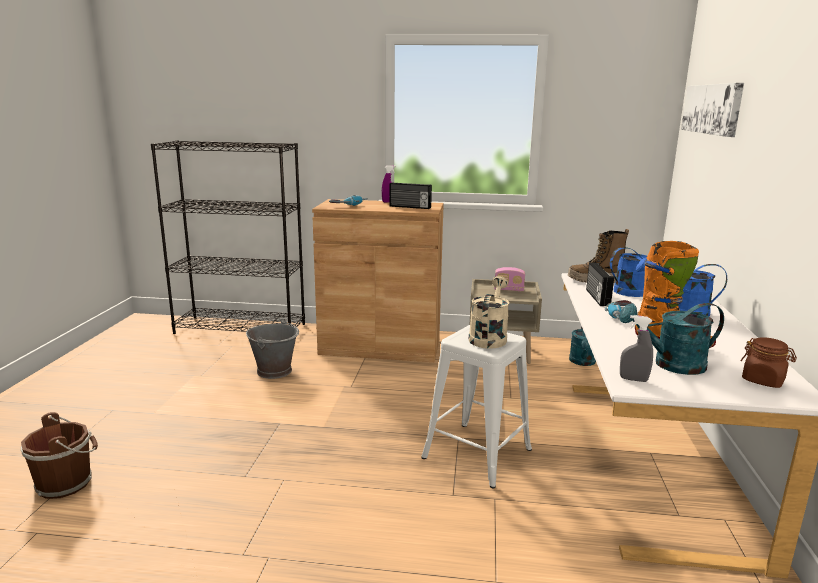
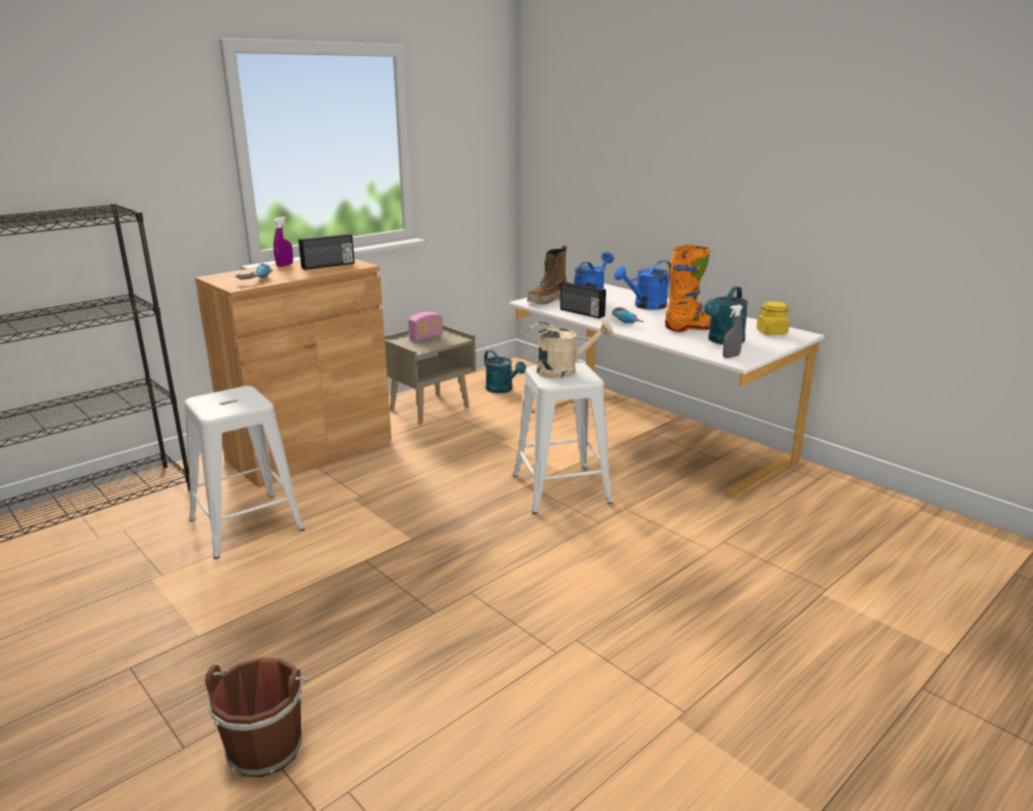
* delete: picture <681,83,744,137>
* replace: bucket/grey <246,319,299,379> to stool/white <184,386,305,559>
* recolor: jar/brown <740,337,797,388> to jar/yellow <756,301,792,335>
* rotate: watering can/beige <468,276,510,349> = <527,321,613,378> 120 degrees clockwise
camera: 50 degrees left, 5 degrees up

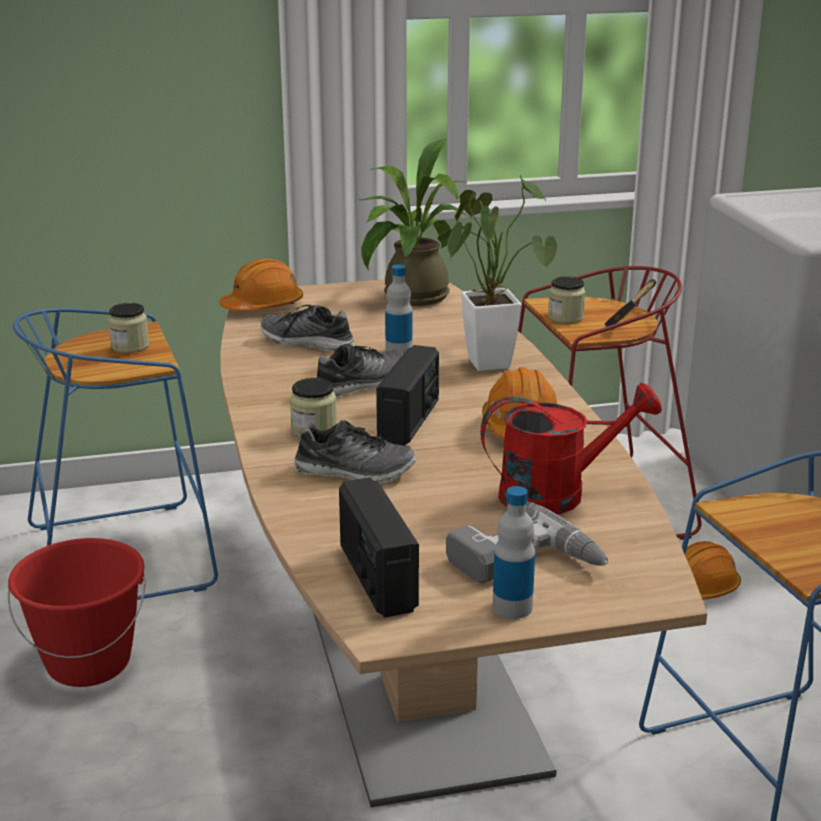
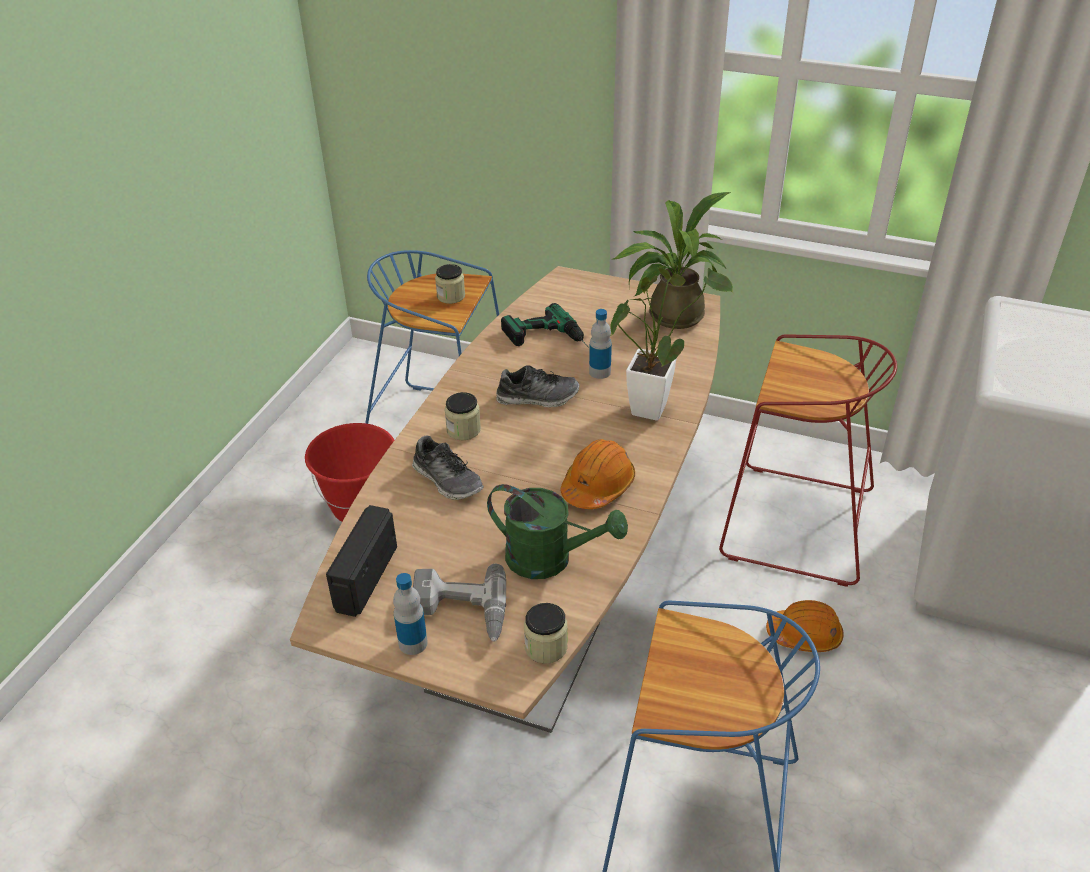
* delete: hard hat/orange <219,259,303,311>
* delete: radio <376,345,439,446>
* delete: hammer <604,279,656,327>
* move: jar <548,276,586,323> to <524,603,568,664>
* replace: shoe <261,305,355,352> to power drill <501,303,589,348>
* recolor: watering can/red <480,383,662,514> to watering can/green <487,484,628,579>
camera: 35 degrees right, 15 degrees up

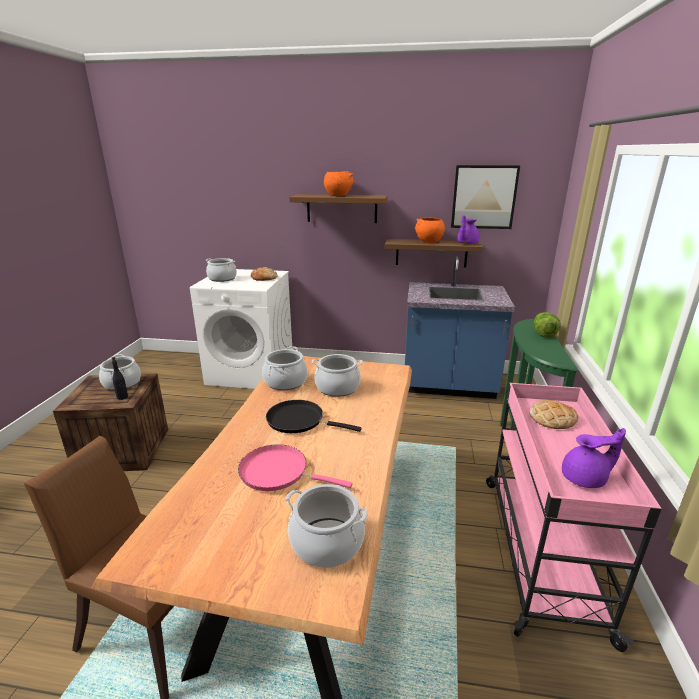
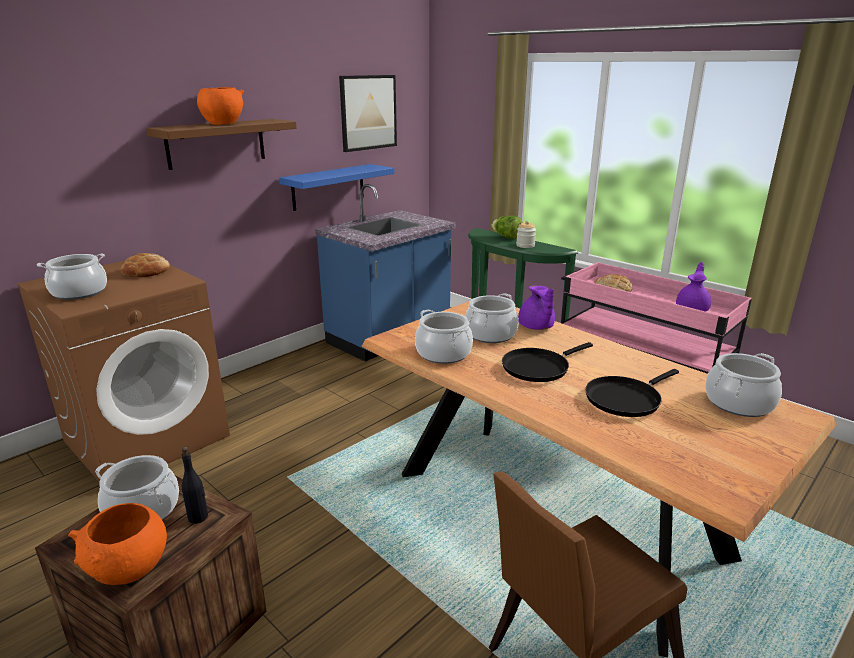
* insert: jar <516,221,536,248>
* move: bowl/orange <414,218,445,243> to <68,503,167,585>
* move: teapot/purple <457,215,479,244> to <518,285,555,330>
* recolor: washing machine/white <190,269,292,389> to washing machine/brown <17,260,230,482>
* recolor: frying pan/pink <238,444,352,491> to frying pan/black <585,369,679,417>
* recolor: shelf/brown <385,239,483,267> to shelf/blue <279,164,394,211>
camera: 55 degrees left, 0 degrees up

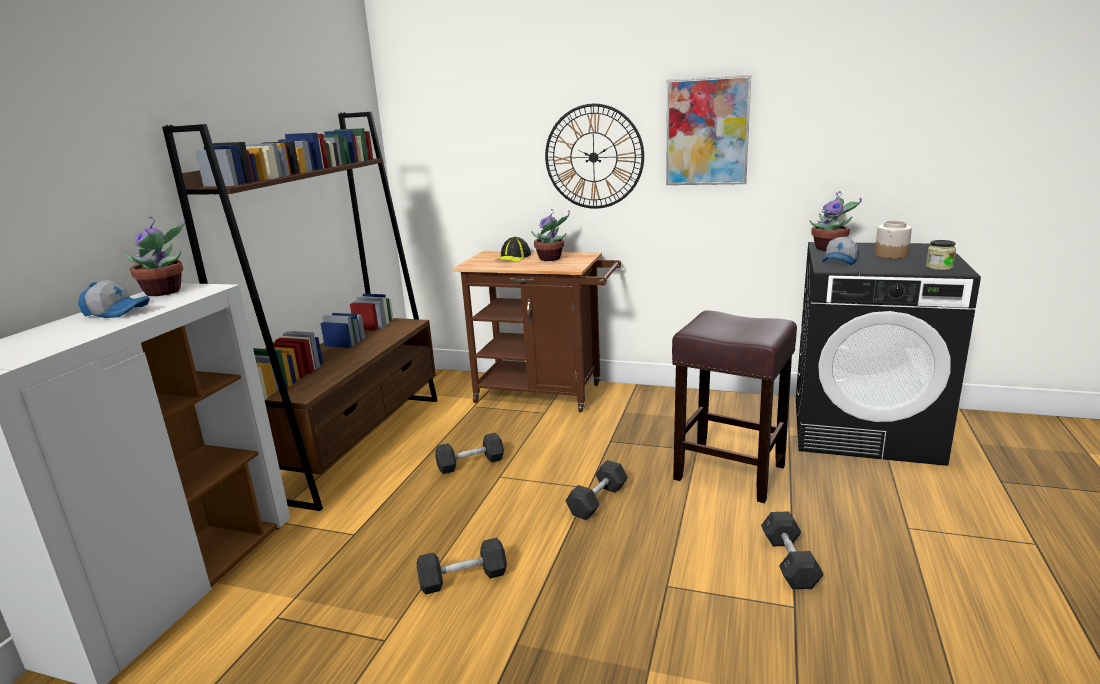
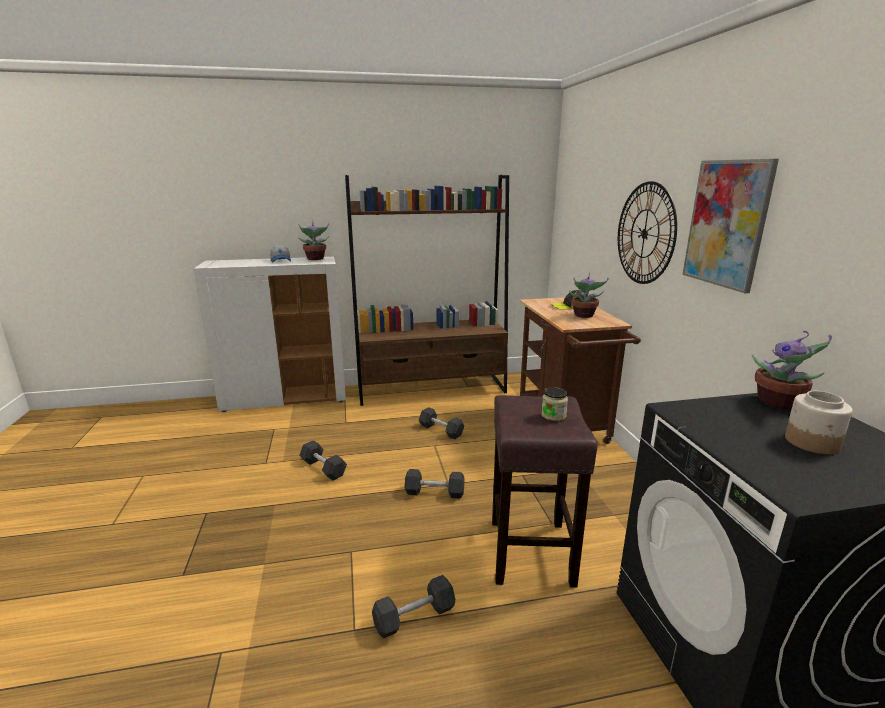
* delete: cap <822,236,859,265>
* move: jar <926,240,956,270> to <541,387,568,421>
camera: 60 degrees right, 0 degrees up

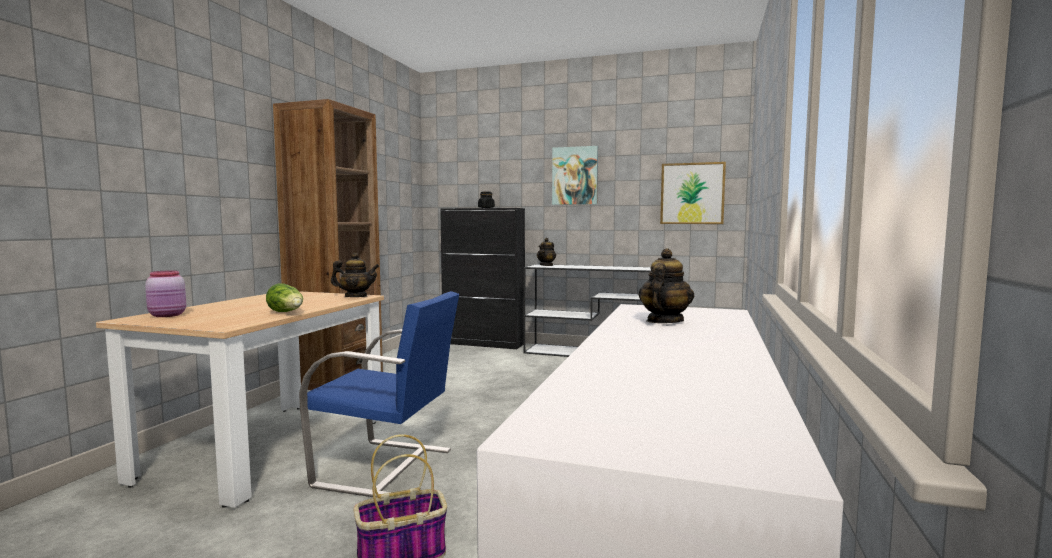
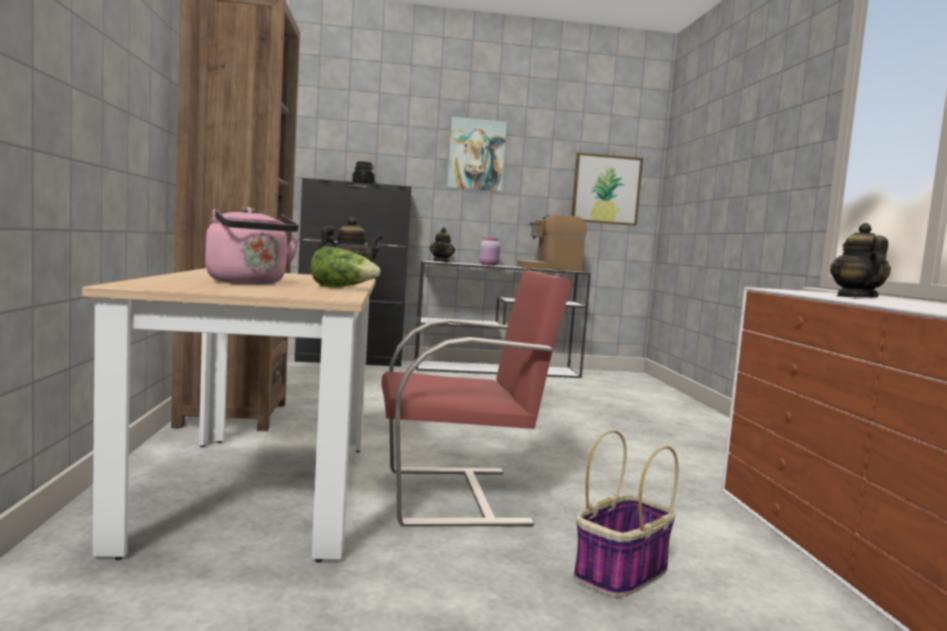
* insert: kettle/pink <205,207,300,284>
* insert: coffee machine <517,214,587,271>
* move: jar/pink <145,270,186,317> to <479,237,501,266>
* recolor: chair/blue <299,291,459,498> to chair/red <381,270,572,526>
camera: 25 degrees left, 0 degrees up

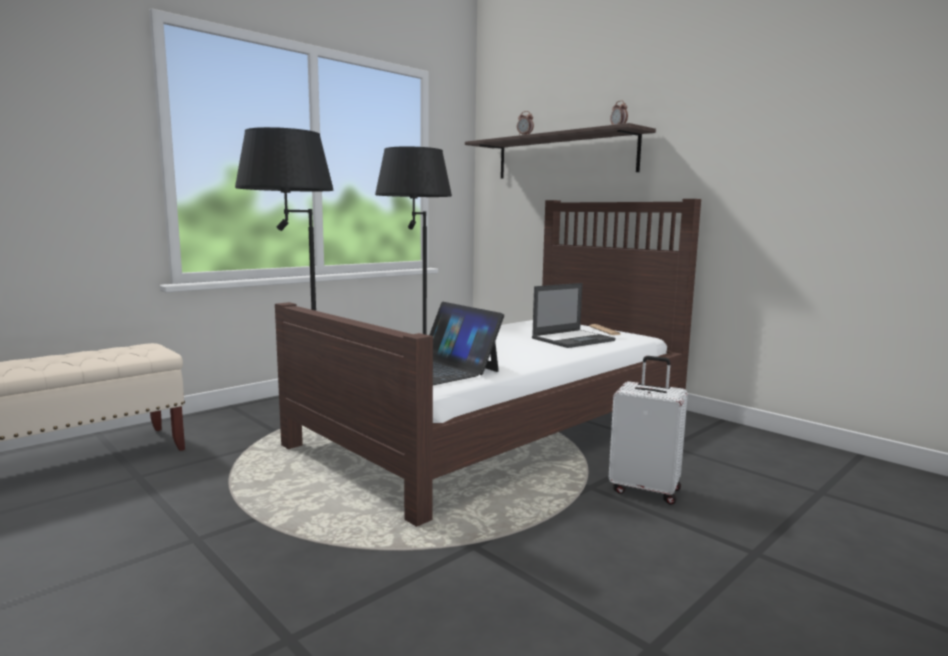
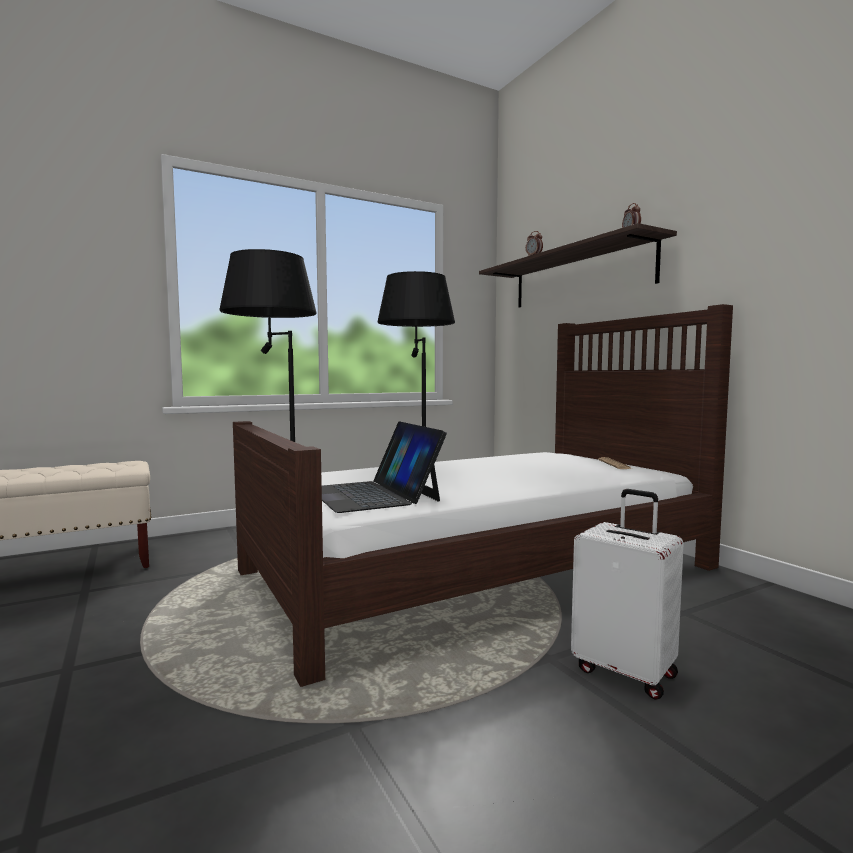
* delete: laptop <532,283,616,348>
camera: 15 degrees right, 5 degrees down

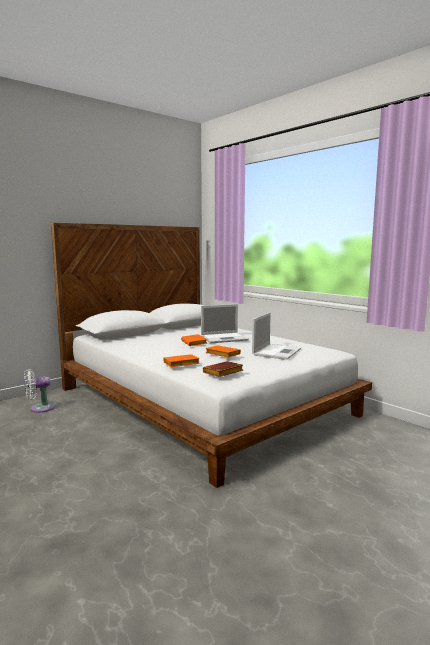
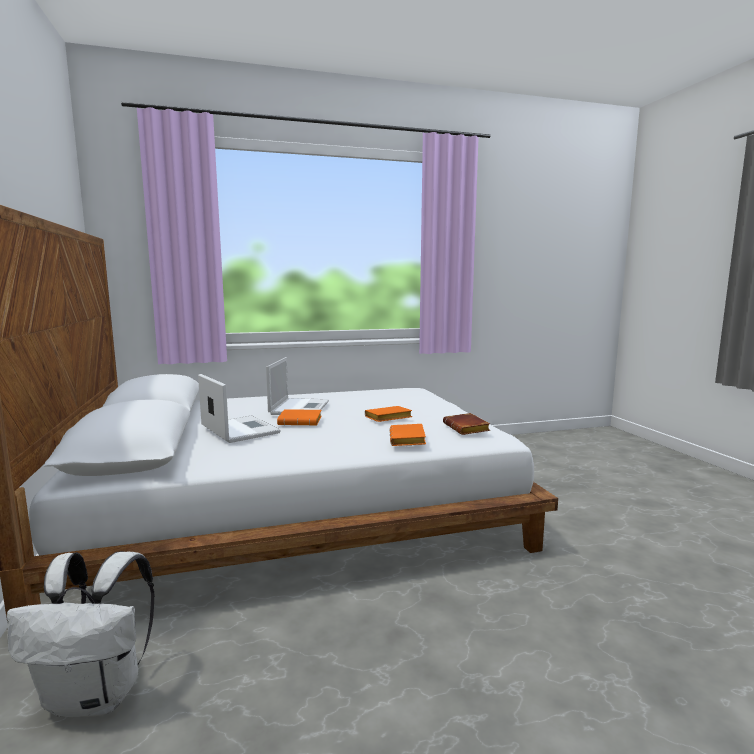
* move: laptop <252,312,301,360> to <198,374,281,443>
* replace: fan/white <24,369,55,413> to backpack/white <7,551,155,717>
camera: 65 degrees left, 0 degrees up

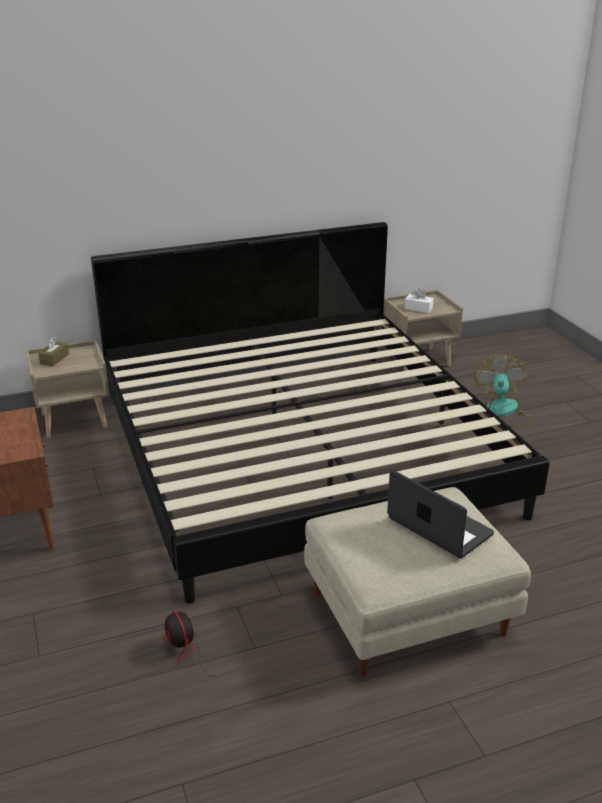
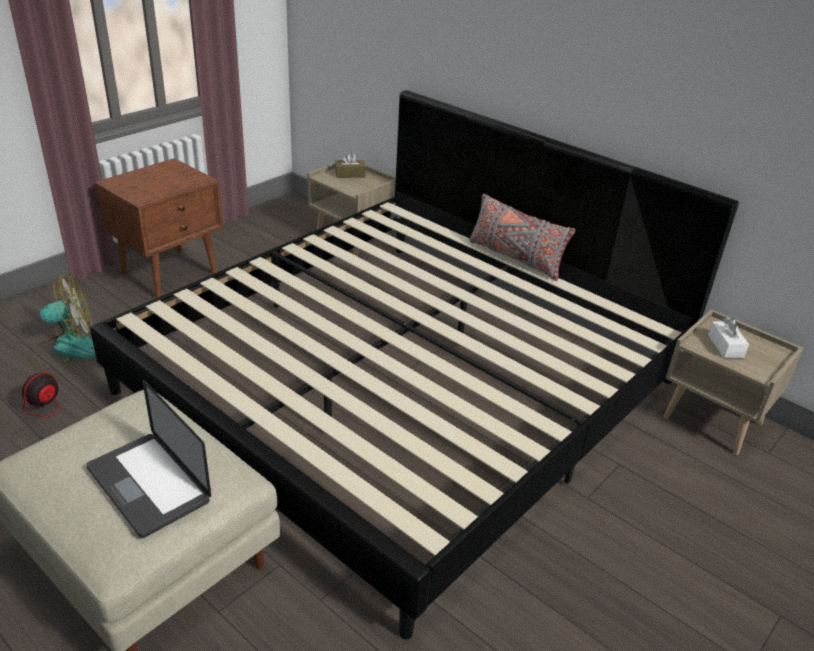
* insert: pillow/grey <469,194,575,281>
* move: fan <474,355,534,426> to <28,275,96,375>
* rotate: laptop <387,469,494,558> = <86,380,211,538> 120 degrees clockwise
camera: 60 degrees right, 5 degrees up

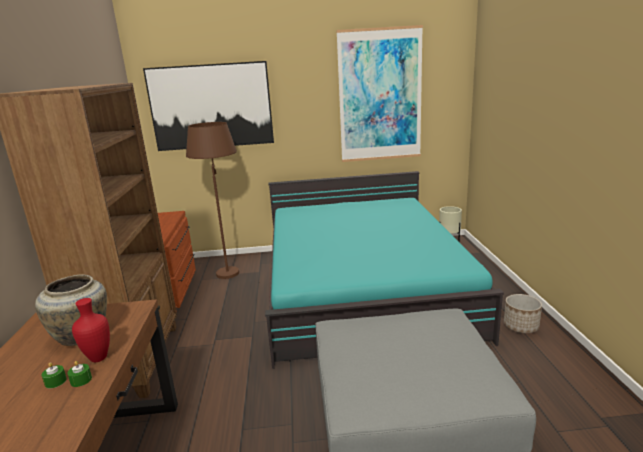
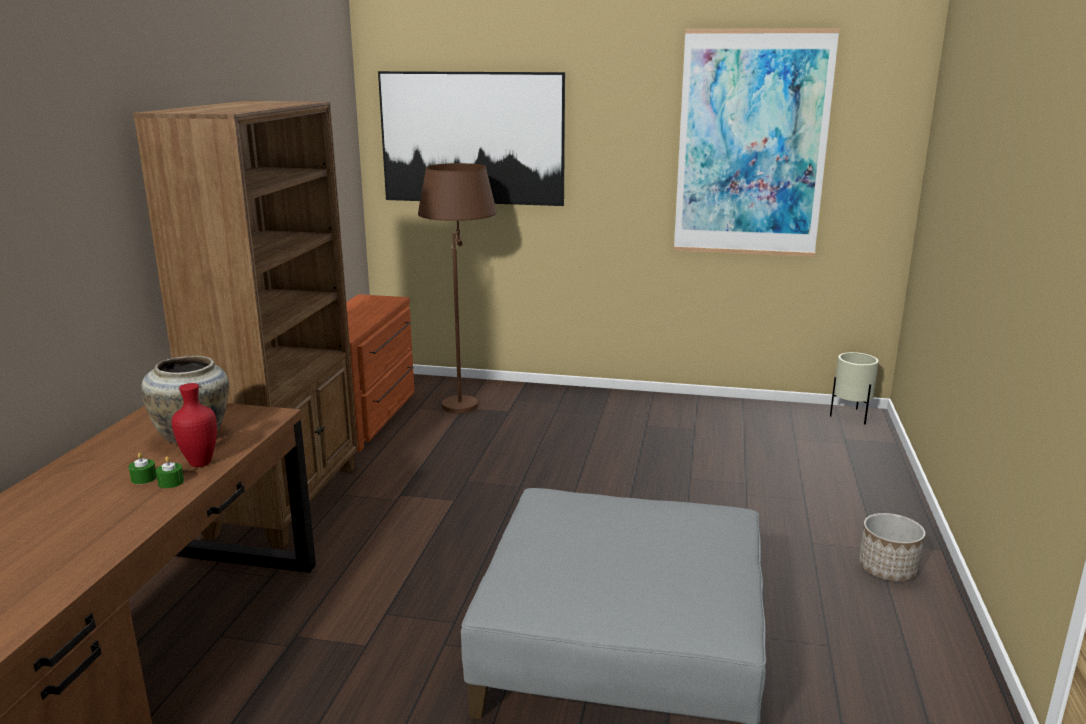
* delete: bed/turquoise <265,171,504,369>
camera: 15 degrees right, 0 degrees up

